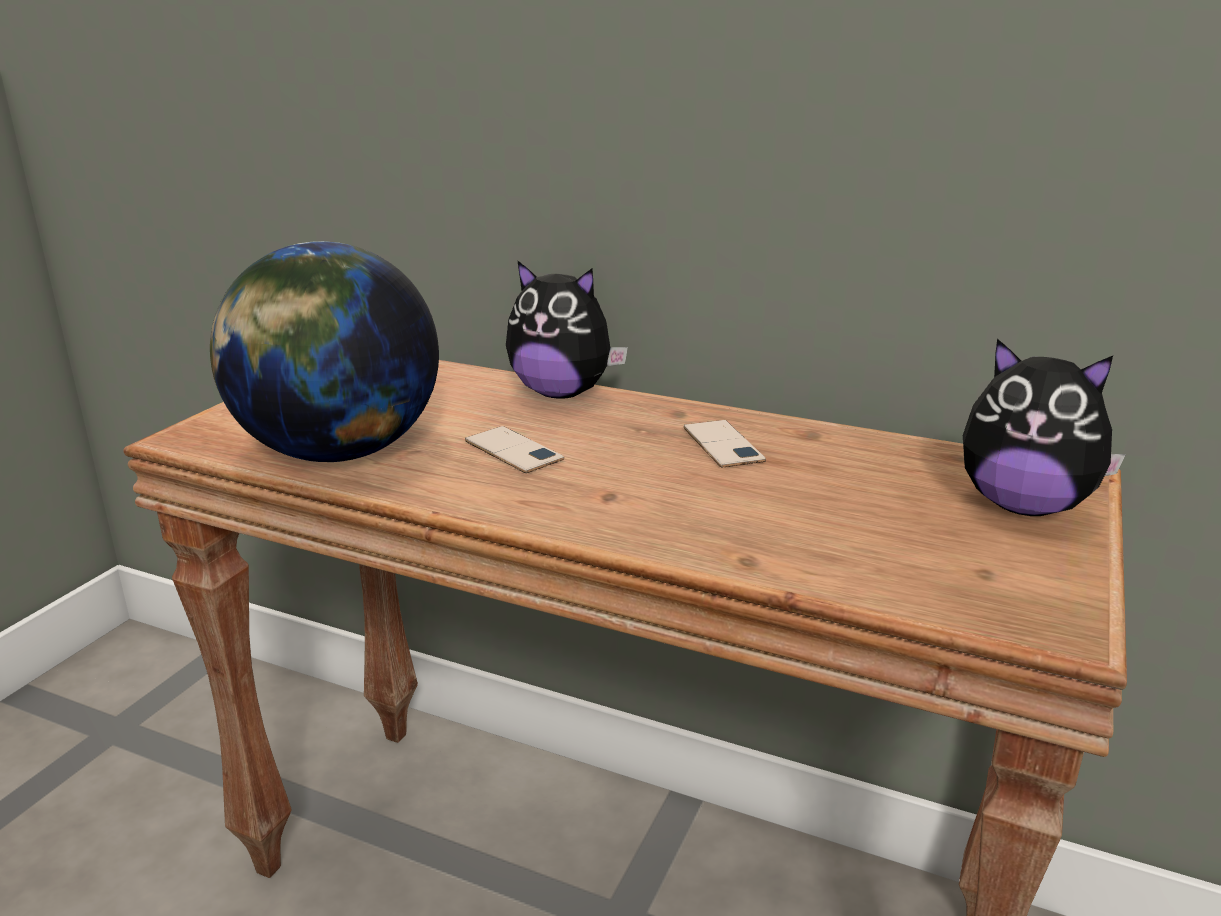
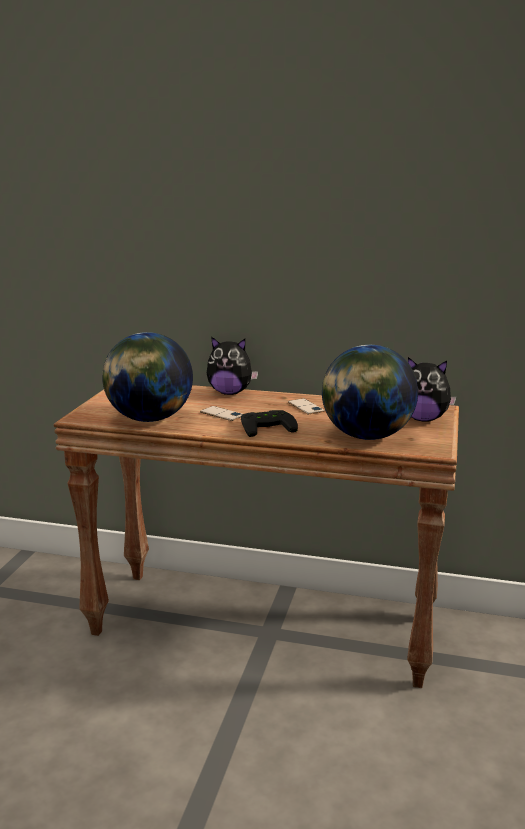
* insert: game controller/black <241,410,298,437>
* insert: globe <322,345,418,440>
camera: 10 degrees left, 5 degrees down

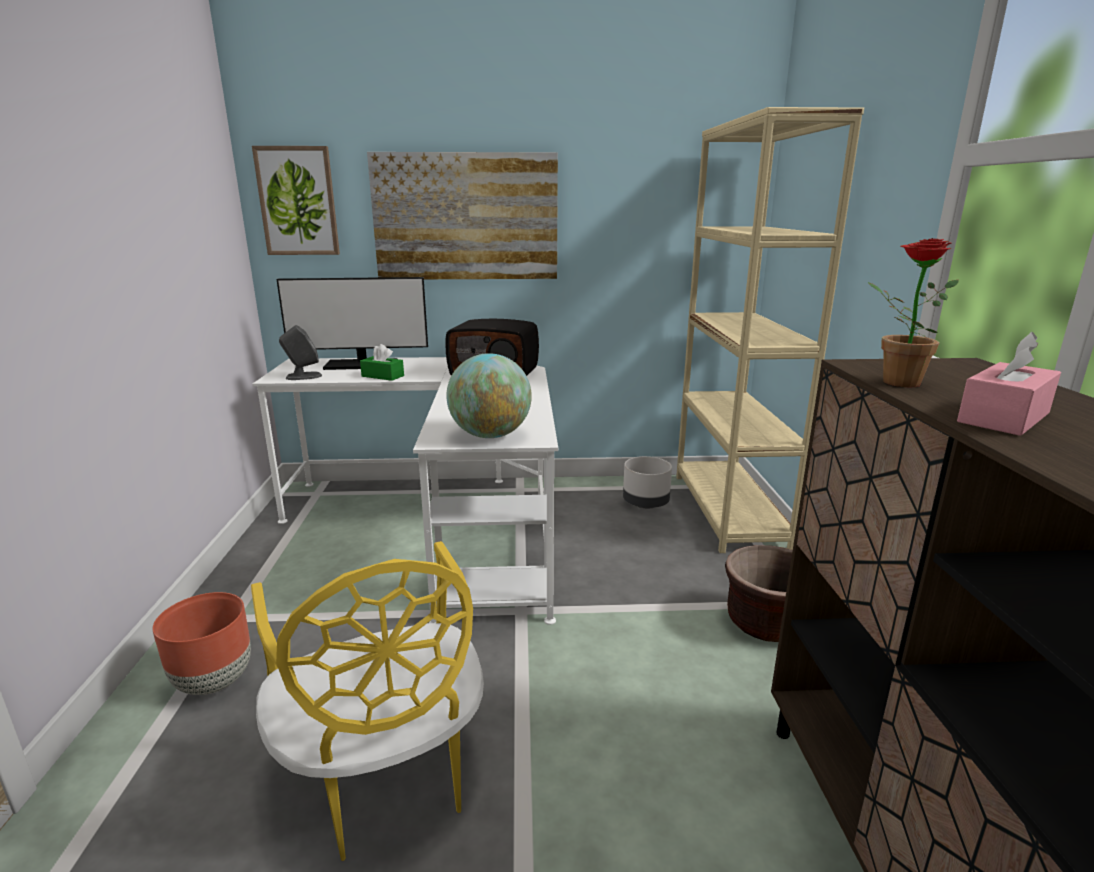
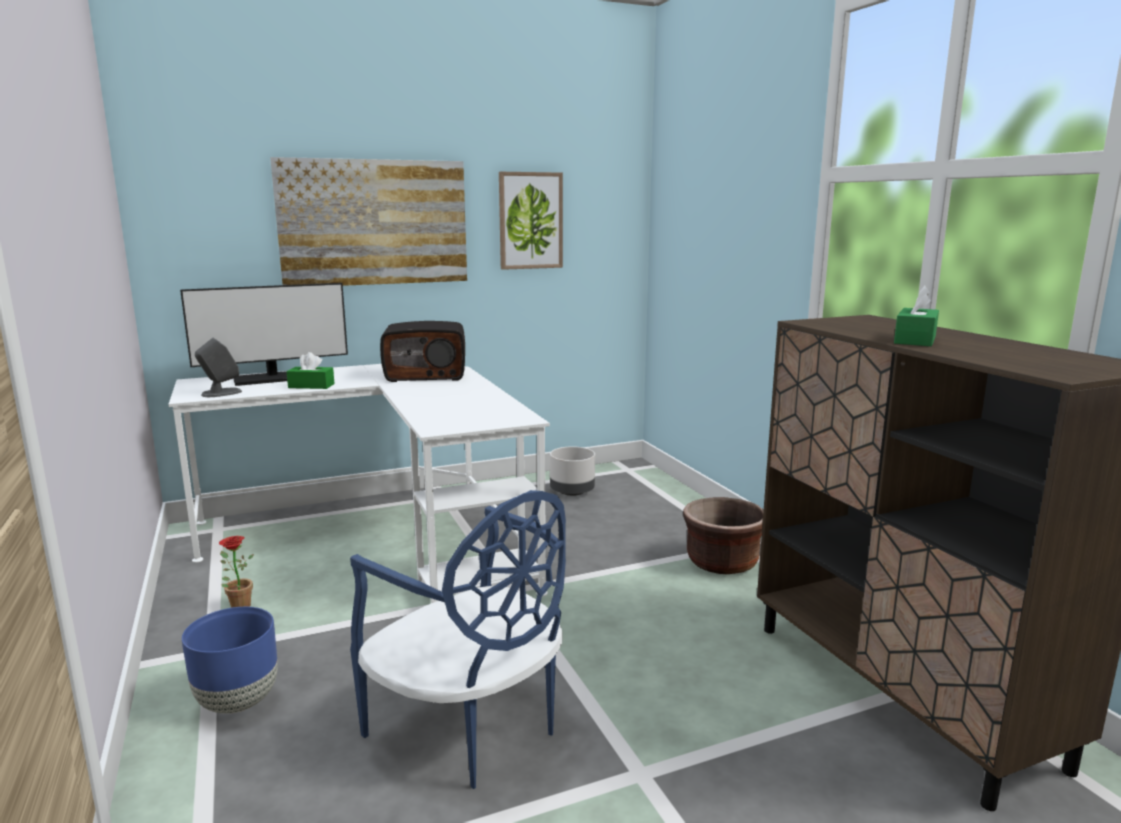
* delete: globe <446,353,532,438>
* delete: bookcase/beige <676,107,864,553>
* move: picture <252,146,340,255> to <499,172,563,270>
* move: potted plant <868,238,959,388> to <219,536,254,608>
* recolor: planter/brown <153,592,251,695> to planter/blue <182,607,278,714>
* recolor: chair/yellow <251,541,484,861> to chair/blue <350,490,566,789>
* recolor: tissue box/pink <957,332,1061,436> to tissue box/green <894,286,939,346>
camera: 20 degrees left, 5 degrees down

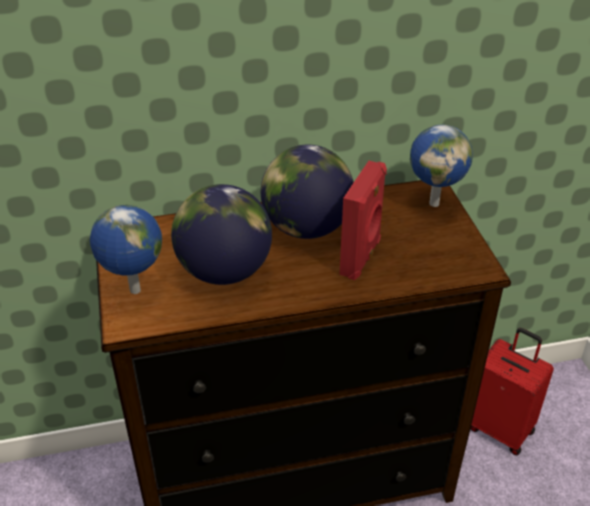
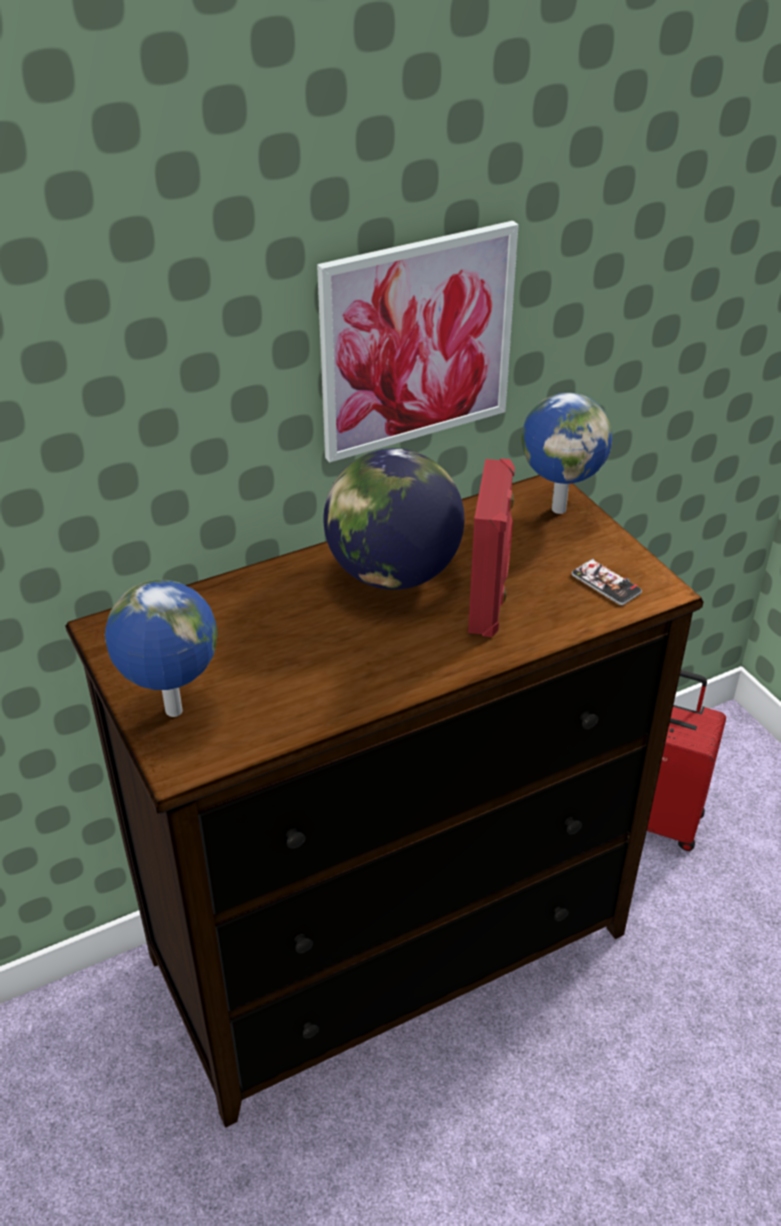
* delete: globe <171,184,272,285>
* insert: picture <317,221,519,463>
* insert: phone <571,559,642,605>
camera: 15 degrees left, 0 degrees up

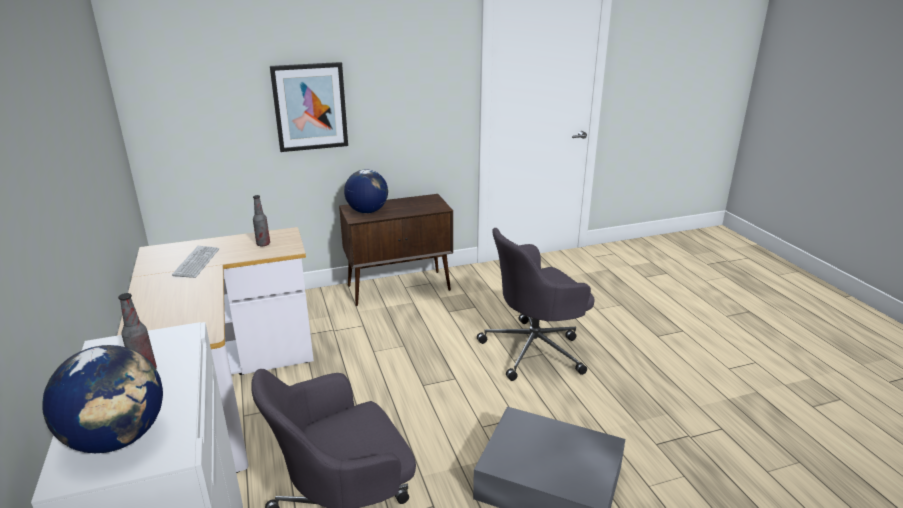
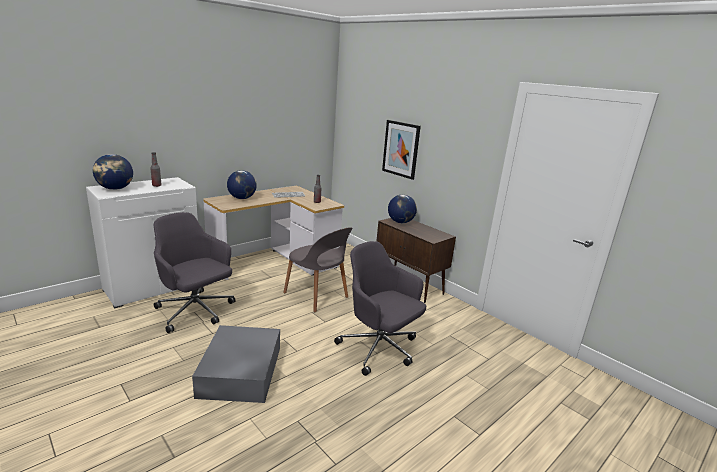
* insert: globe <227,170,257,199>
* insert: chair/grey <283,227,352,312>
camera: 65 degrees right, 5 degrees down

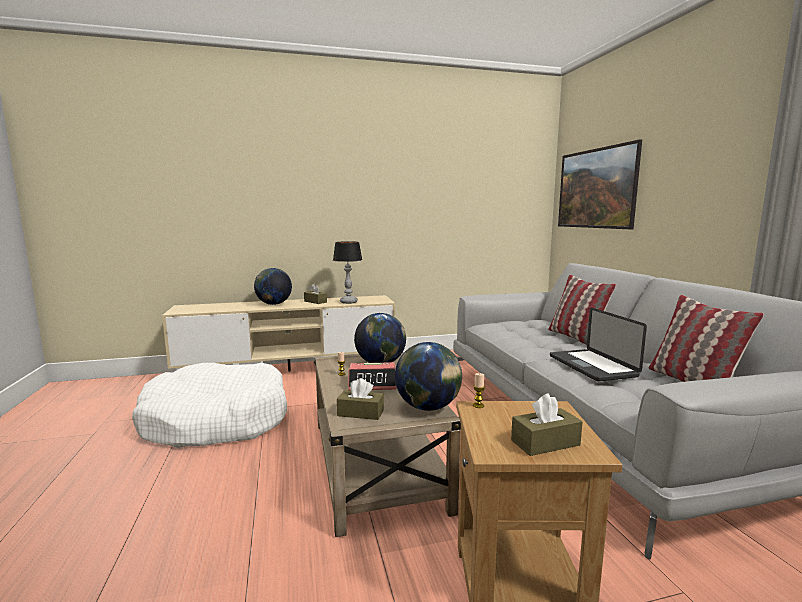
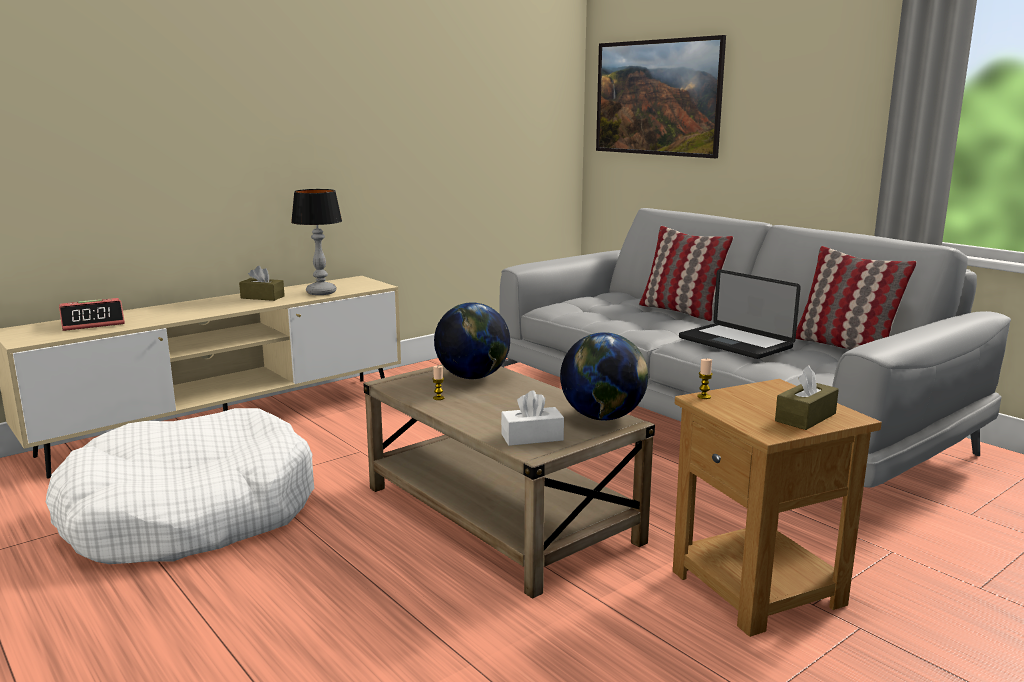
* delete: globe <254,268,292,305>
* move: alarm clock <348,362,397,391> to <59,298,125,331>
* recolor: tissue box/brown <337,378,384,420> to tissue box/white <501,391,564,446>
camera: 25 degrees left, 5 degrees up

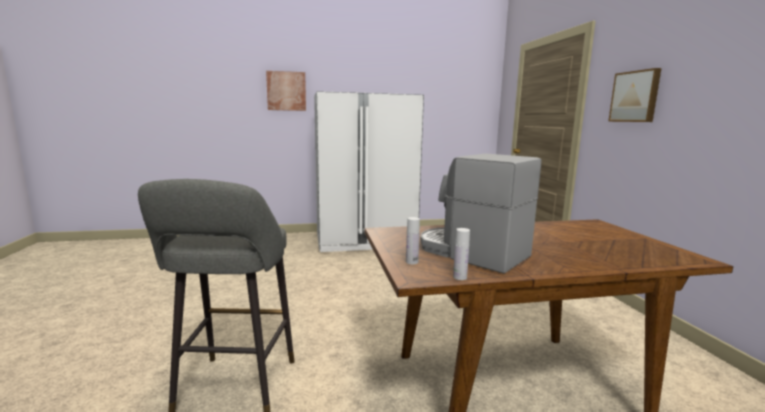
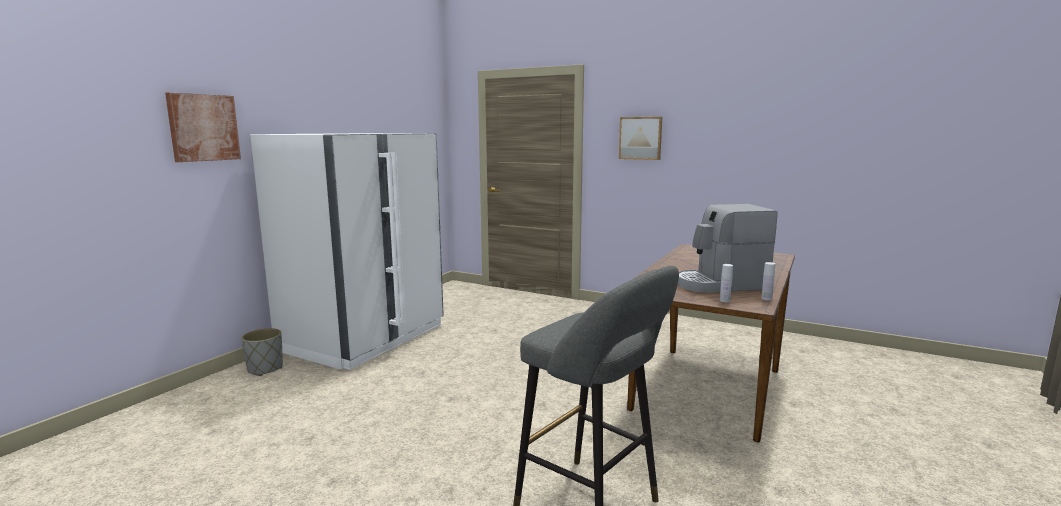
* insert: planter/grey <241,328,283,376>
camera: 50 degrees left, 0 degrees up

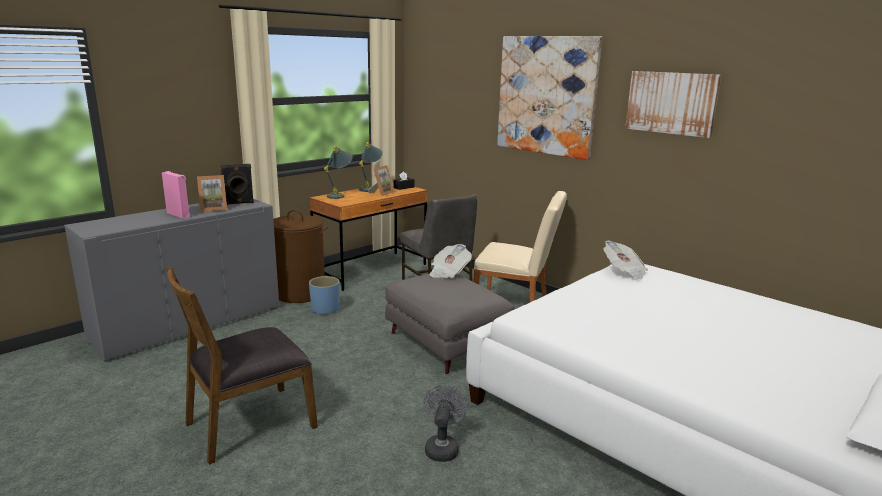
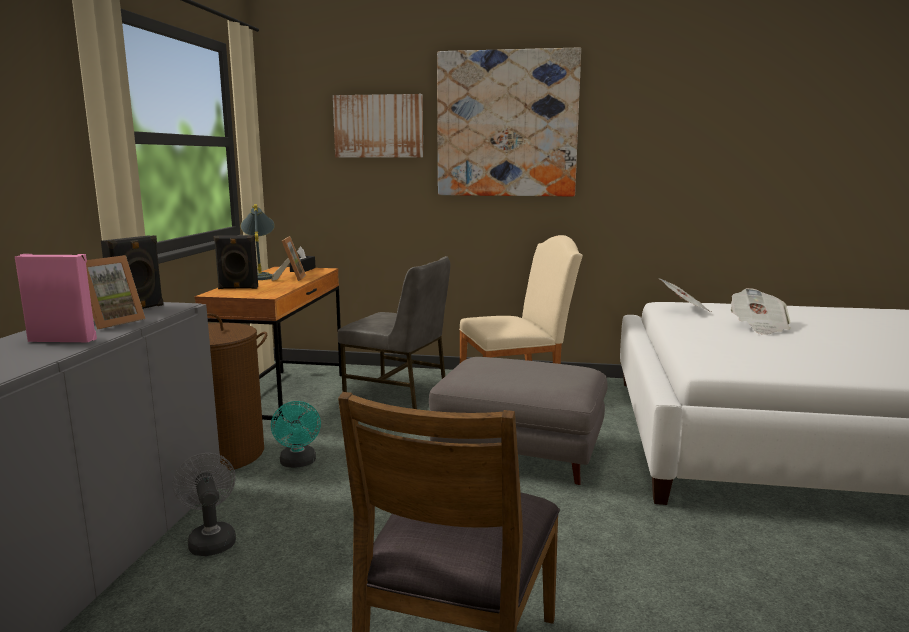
* move: fan/grey <423,385,467,462> to <173,453,236,556>
* move: newspaper <430,244,472,278> to <730,288,791,335>
* move: picture <625,71,721,138> to <333,94,423,157>
* replace: planter/blue <309,276,340,315> to fan/turquoise <271,401,321,468>
* replace: table lamp/grey <324,146,353,199> to speaker/black <214,235,258,289>
camera: 35 degrees left, 5 degrees down

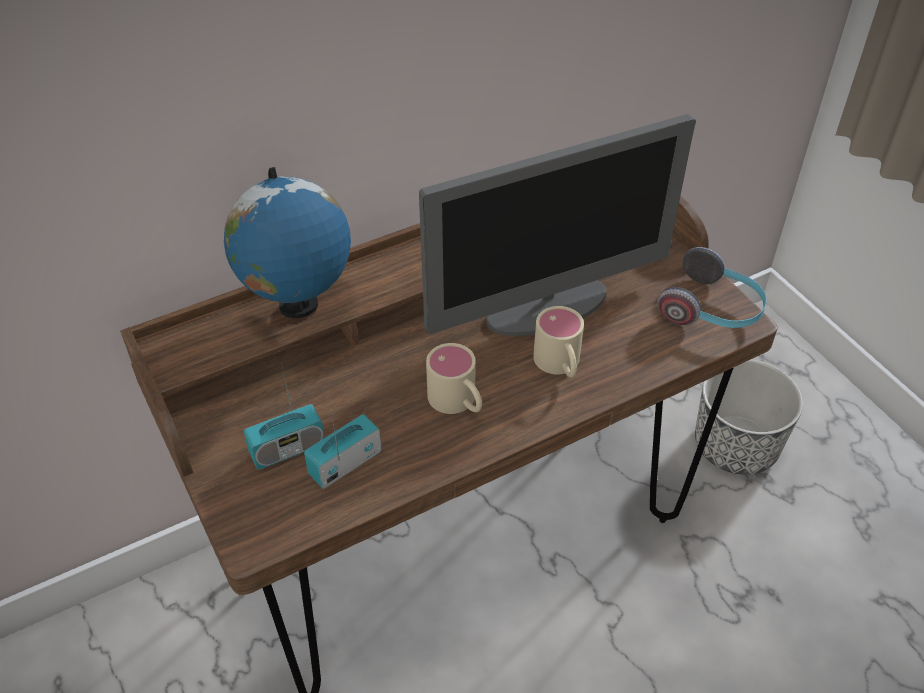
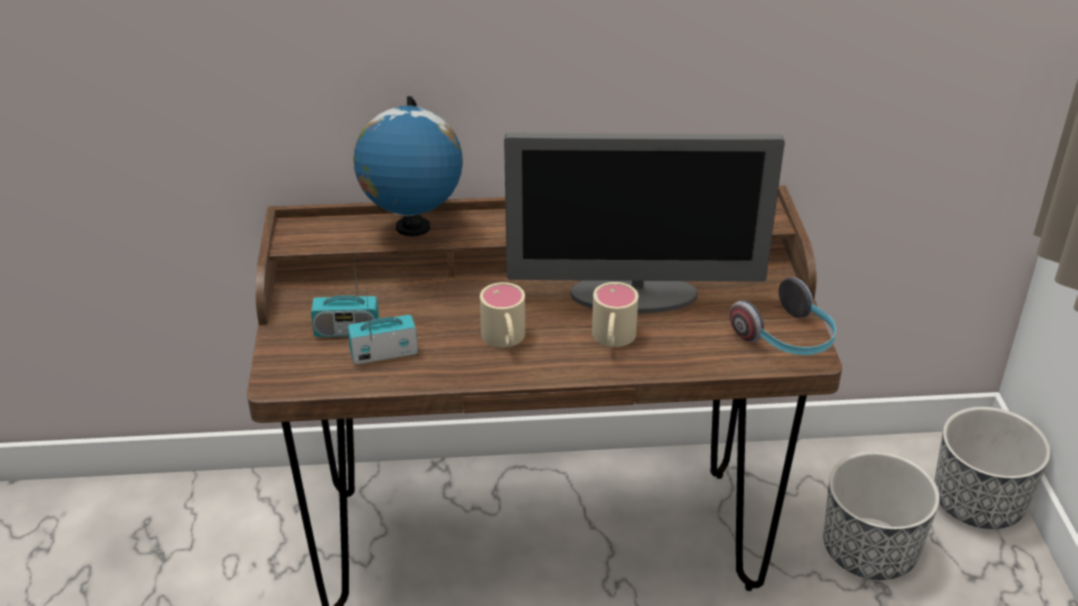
* insert: planter <934,407,1051,529>
camera: 25 degrees right, 10 degrees down

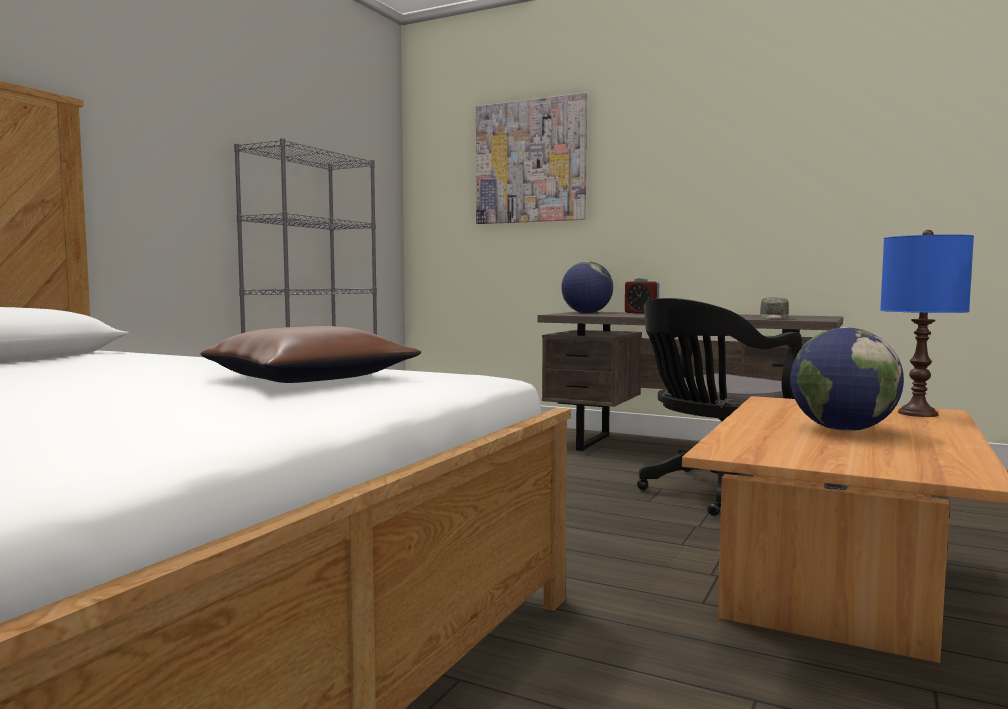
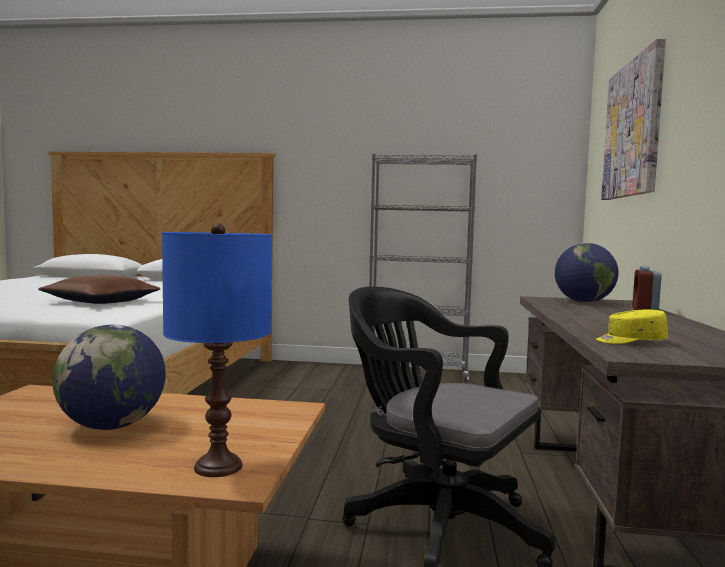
* recolor: cap/grey <760,297,789,319> to cap/yellow <596,310,668,344>
camera: 70 degrees right, 0 degrees up

